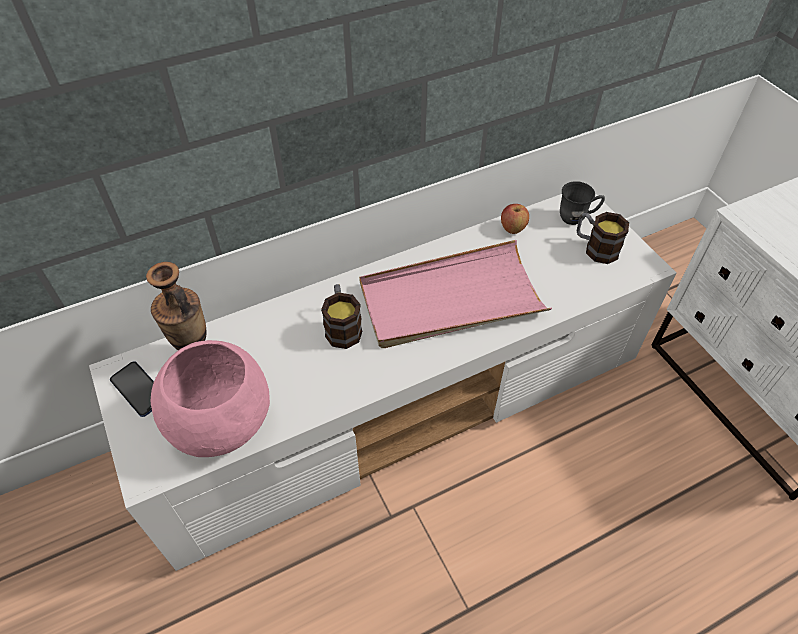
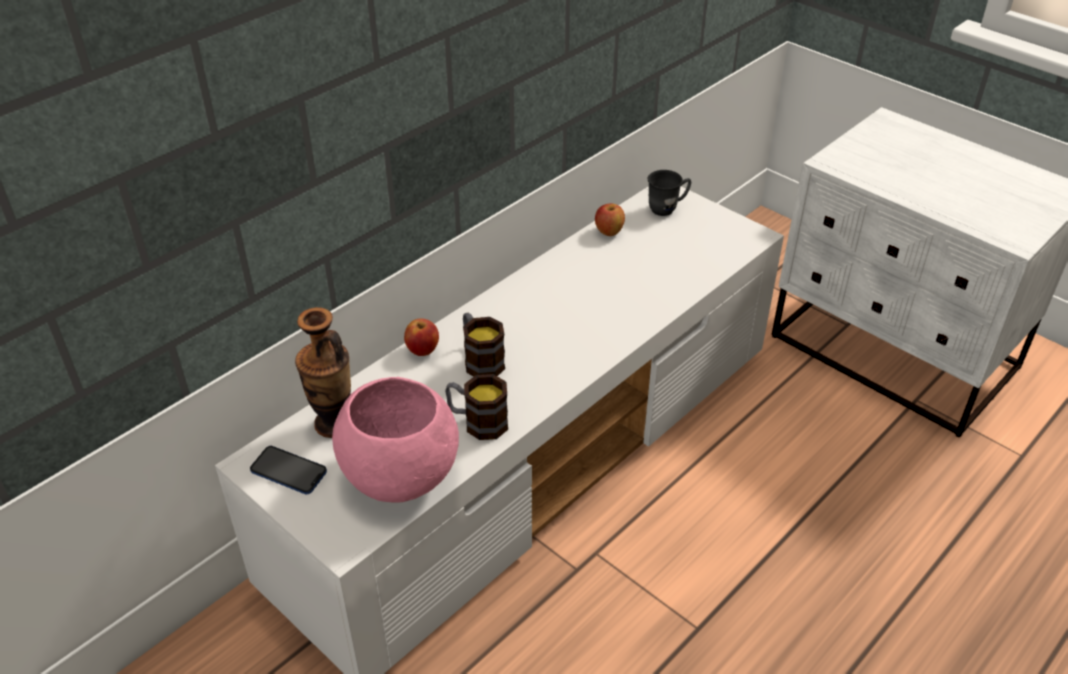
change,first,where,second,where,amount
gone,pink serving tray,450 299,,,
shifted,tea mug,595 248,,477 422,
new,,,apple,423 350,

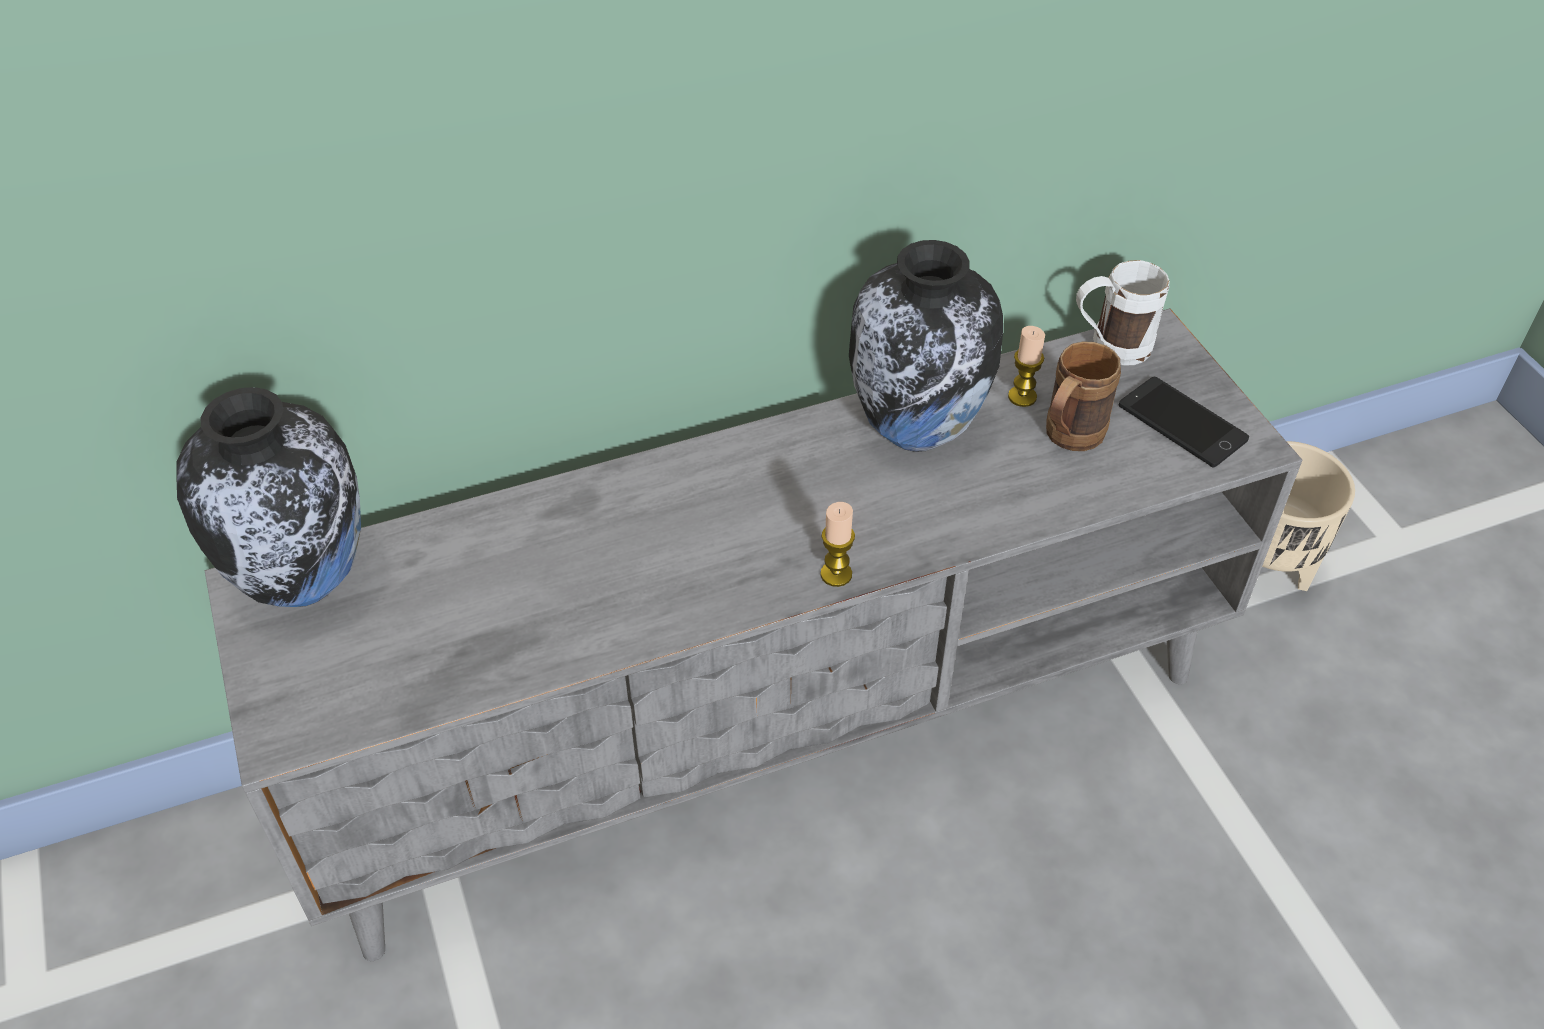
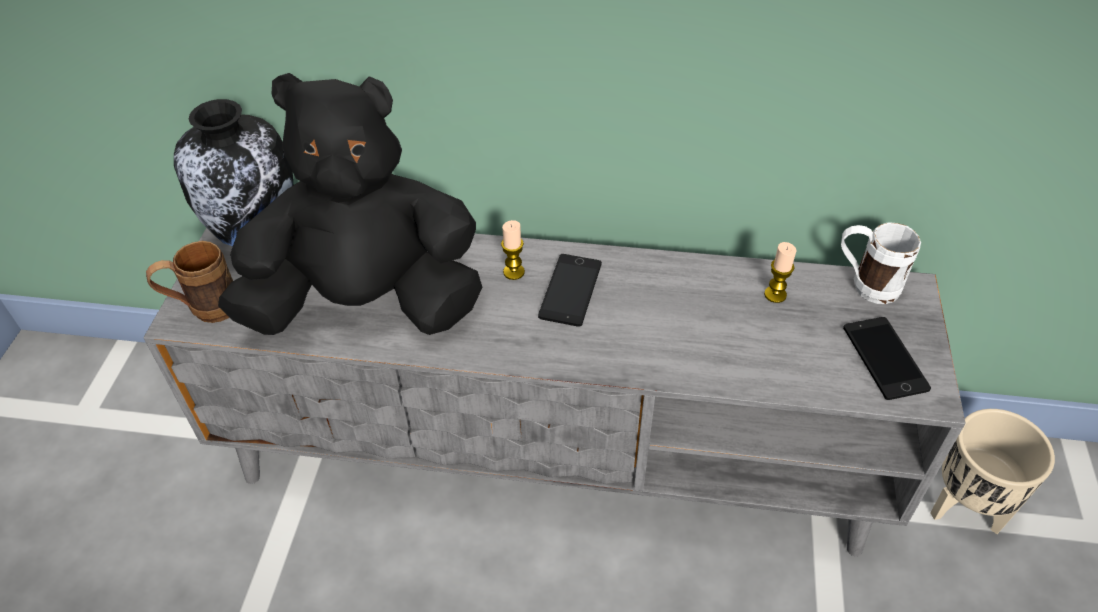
change,first,where,second,where,amount
shifted,wax light,836 574,,514 272,
gone,decorative vase,917 432,,,
shifted,brownish tea mug,1067 440,,204 310,
new,,,black cuddly toy,368 304,
new,,,phone,570 290,

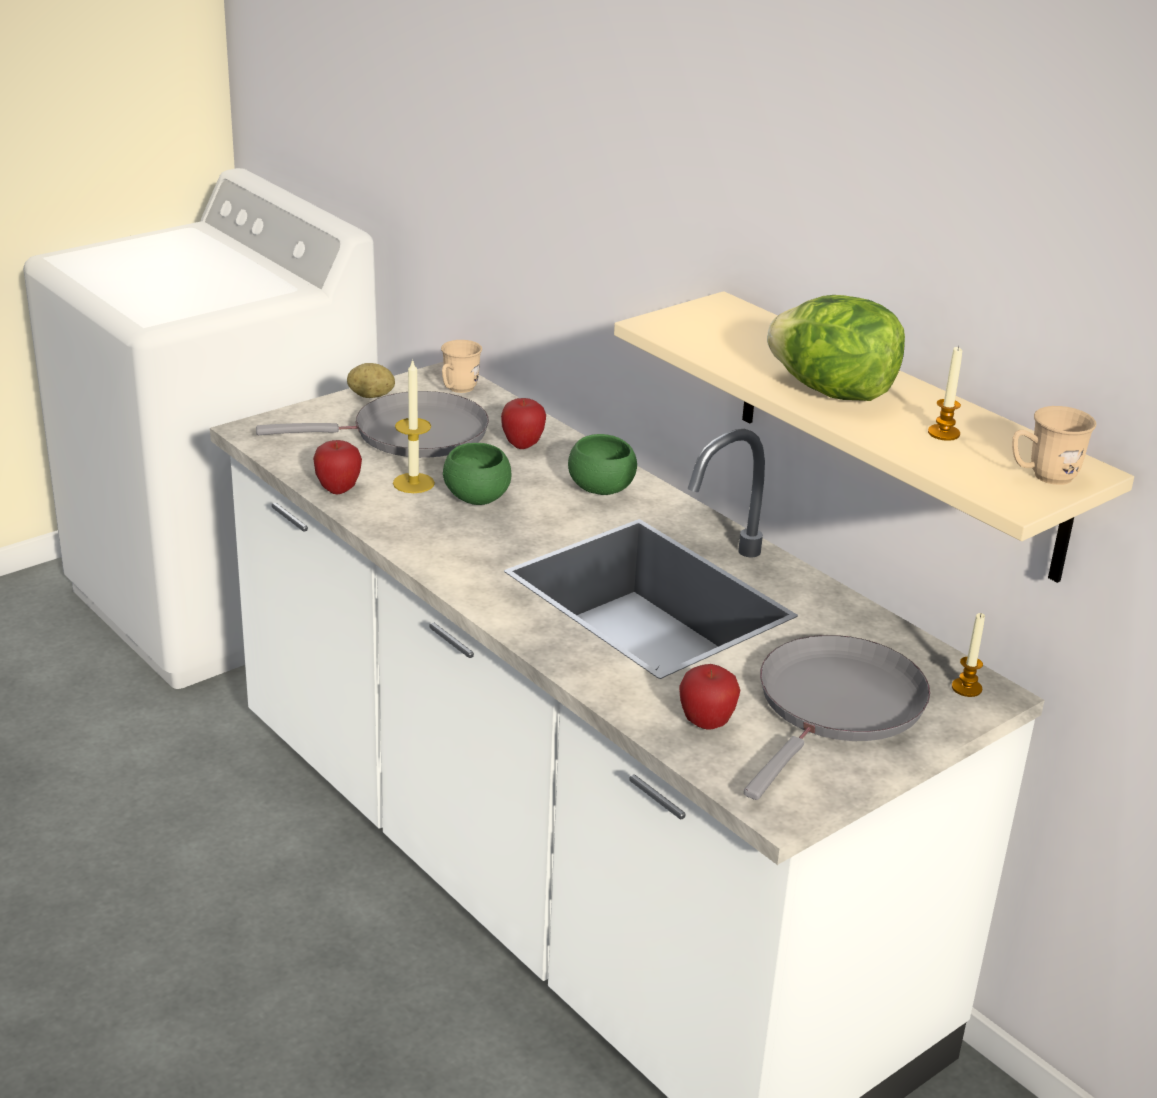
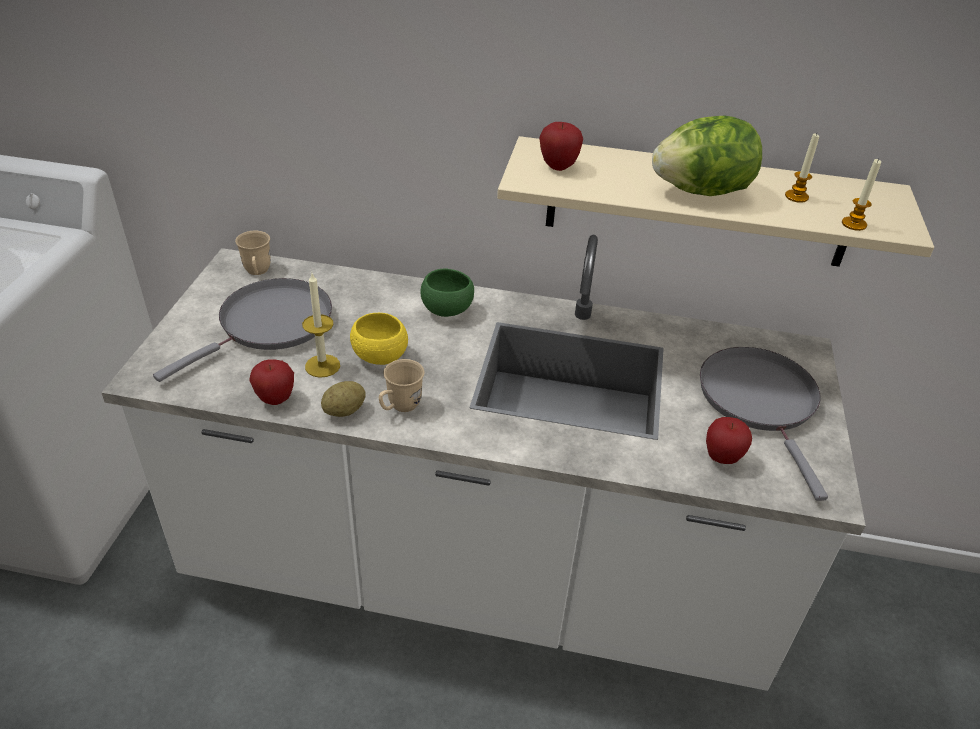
change,first,where,second,where,amount
shifted,potato,371 396,,344 411,
repainted,greenish serving bowl,477 498,yellowish serving bowl,380 357,
shifted,apple,523 445,,558 166,
shifted,wax light,966 688,,854 224,
shifted,beige tea mug,1043 476,,399 407,

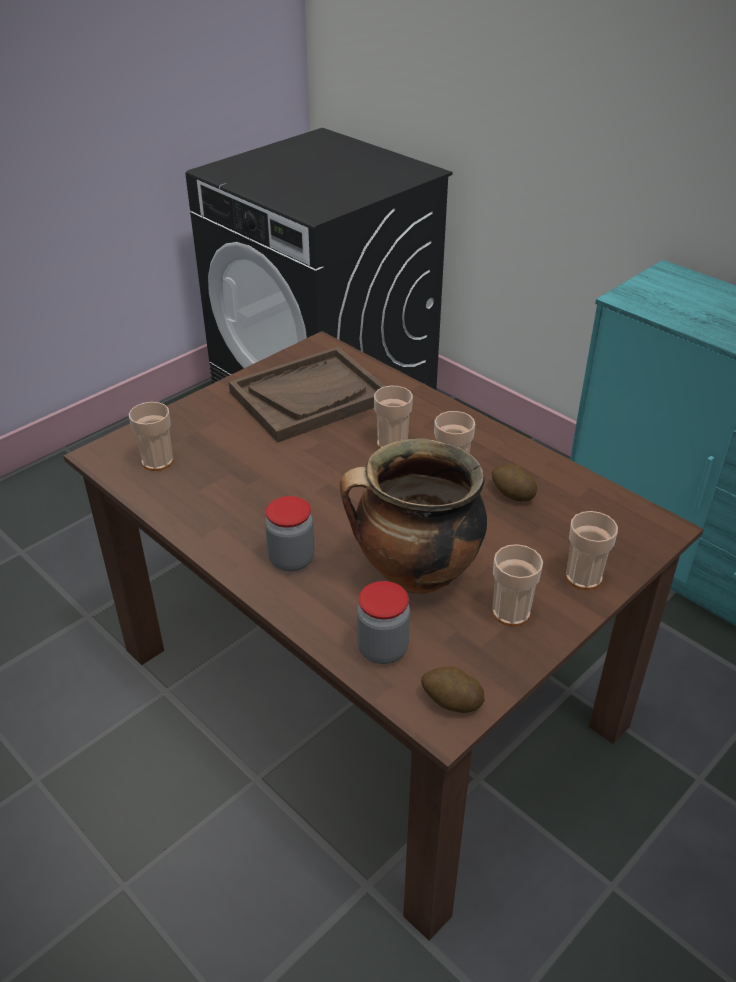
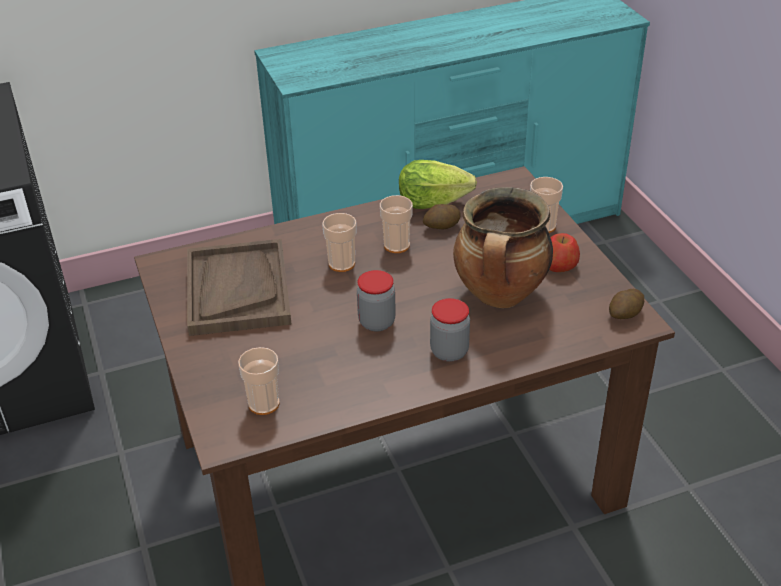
change,first,where,second,where,amount
shifted,jar,382 649,,377 322,
swapped,drinking cup,511 612,apple,559 266,
new,,,head of lettuce,432 202,

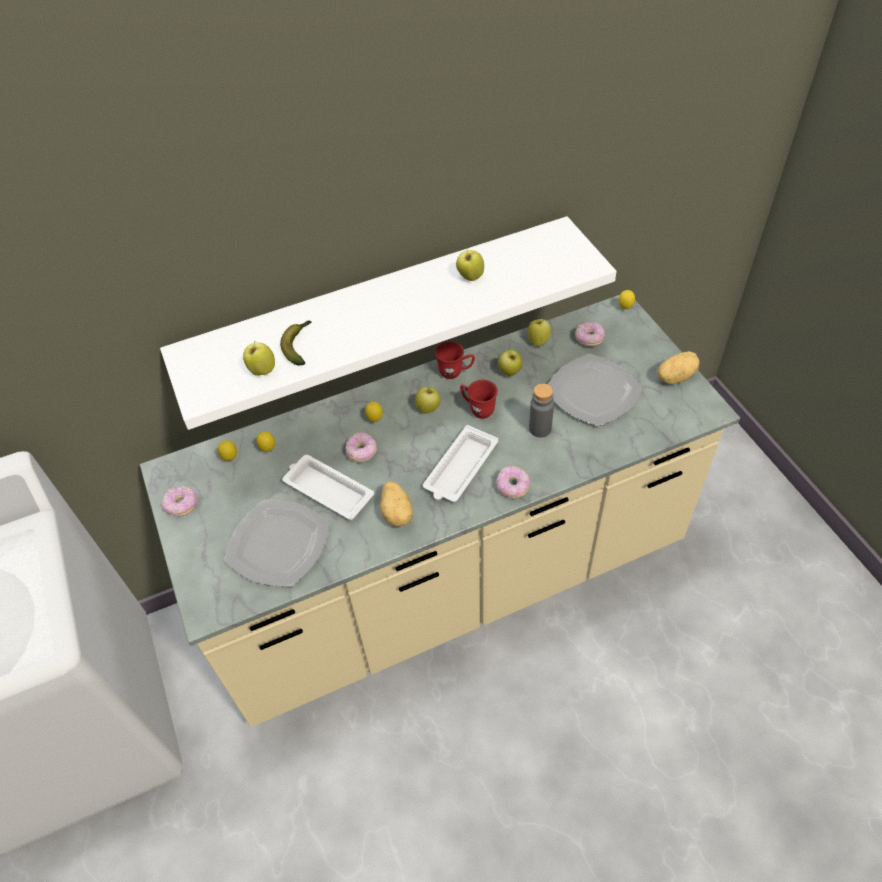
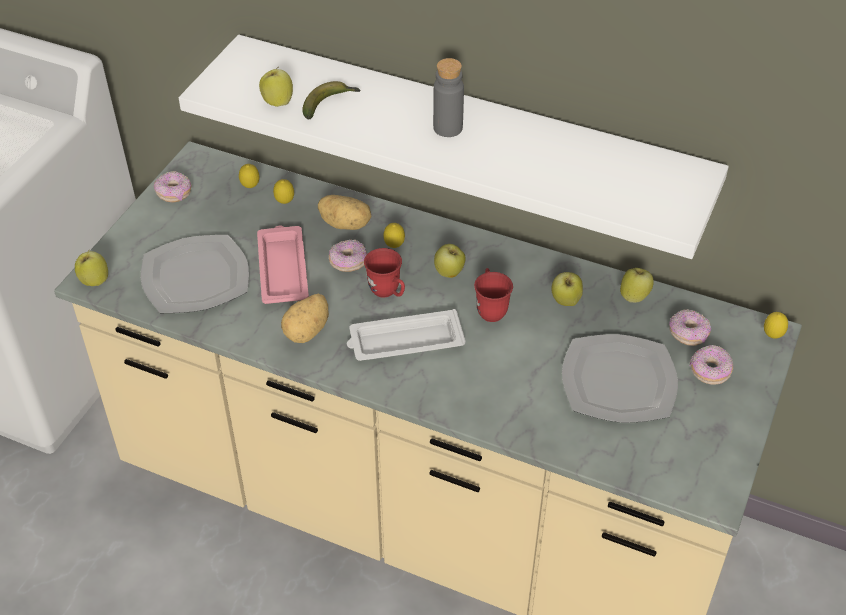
change,first,where,second,where,amount
repainted,white serving tray,327 490,pink serving tray,283 268,
shifted,red-coloured tea mug,455 372,,388 293,
shifted,apple,470 277,,94 281,
shifted,doughnut,512 487,,709 371,
shifted,grey bottle,540 428,,448 128,
shifted,potato,674 376,,346 224,

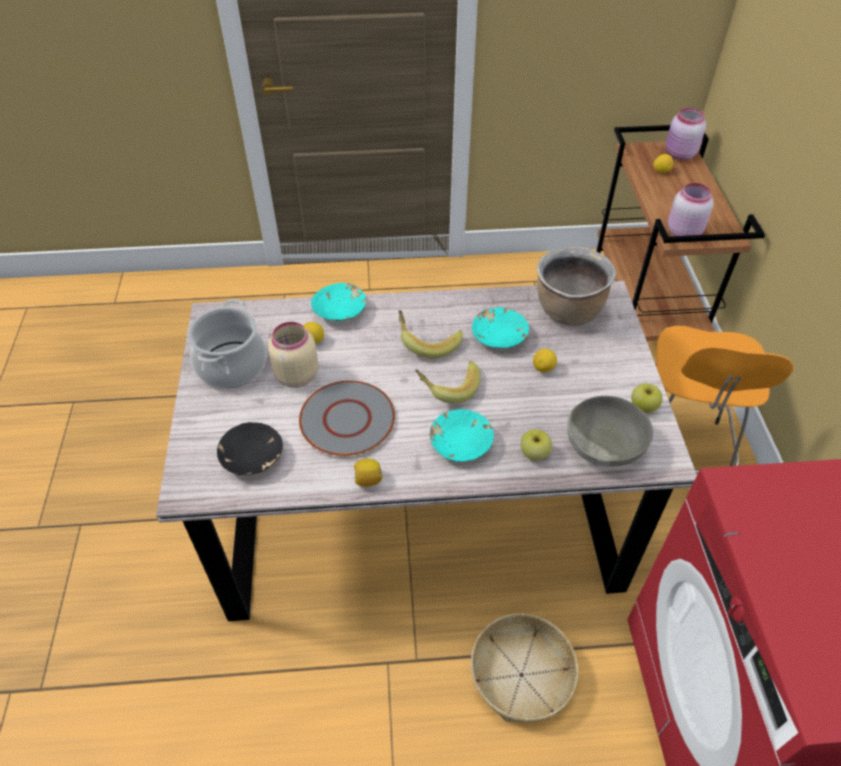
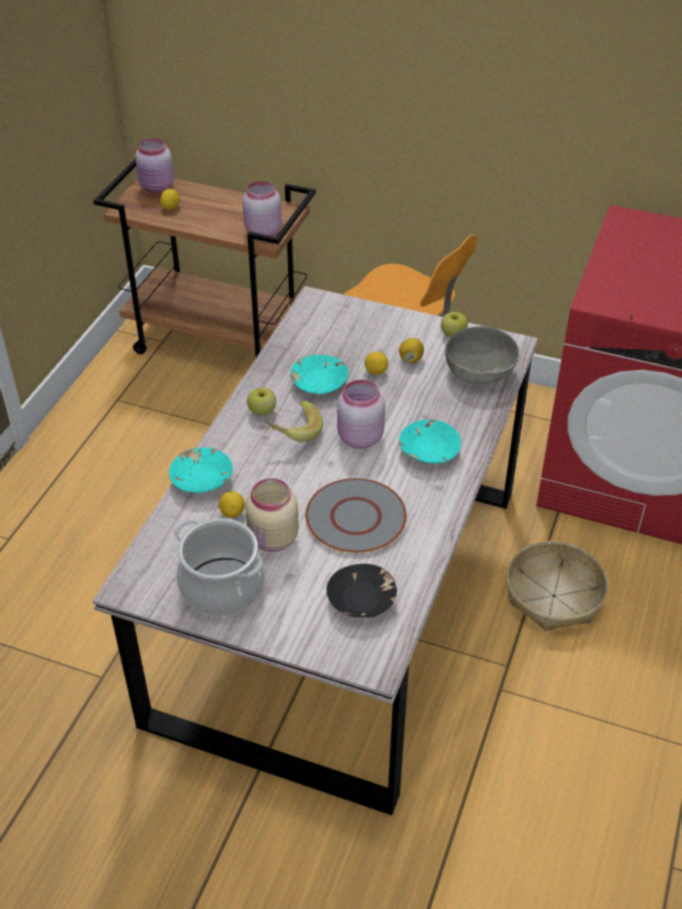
change,first,where,second,where,amount
shifted,citrus fruit,368 480,,411 359,
swapped,whole banana,447 387,pink jar,359 438,
shifted,apple,534 453,,262 411,
gone,brownish cooking pot,568 311,,,

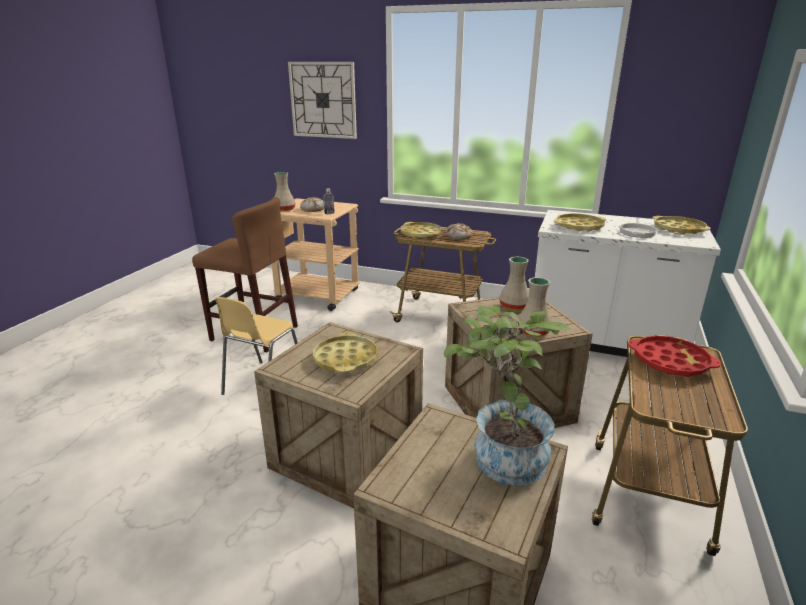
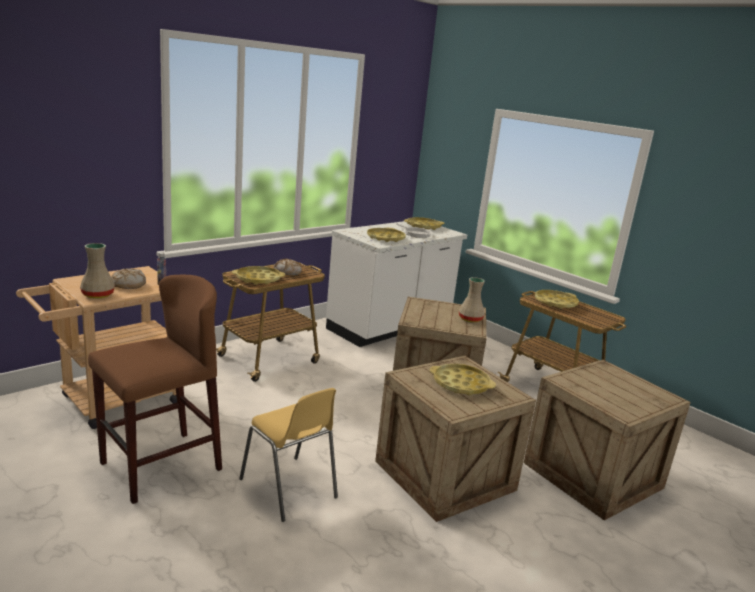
change,first,where,second,where,amount
gone,clock on the wall,323 100,,,
gone,houseplant,500 454,,,
gone,beige decorative vase,514 307,,,
repainted,red-coloured serving tray,670 361,yellowish serving tray,555 303,

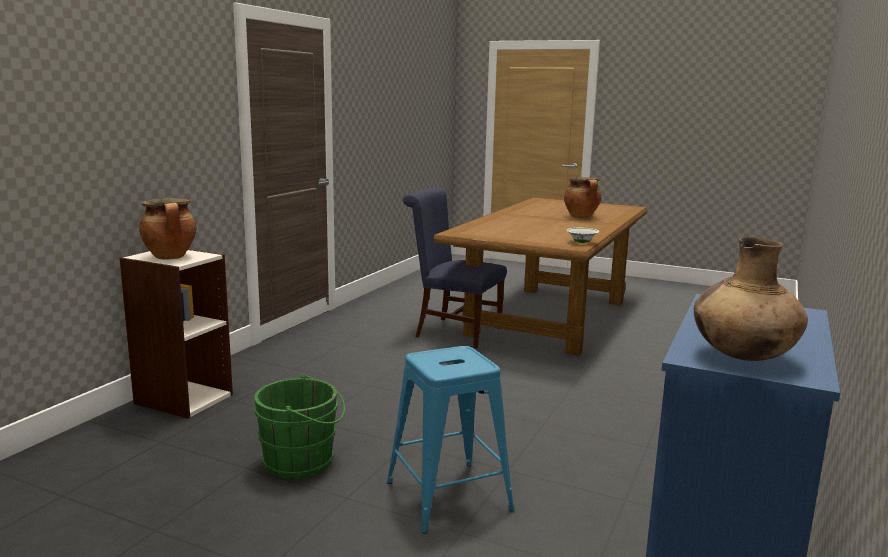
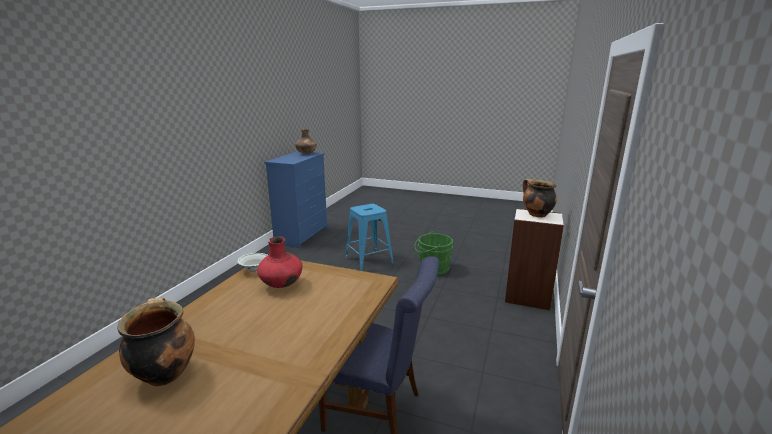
change,first,where,second,where,amount
new,,,red-coloured decorative vase,281 284,

